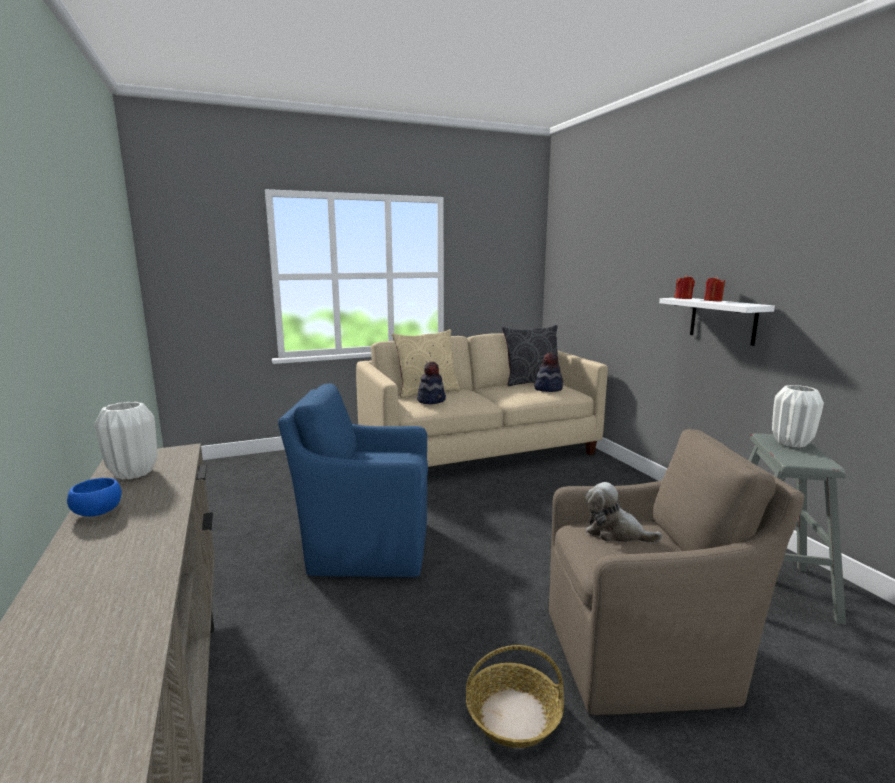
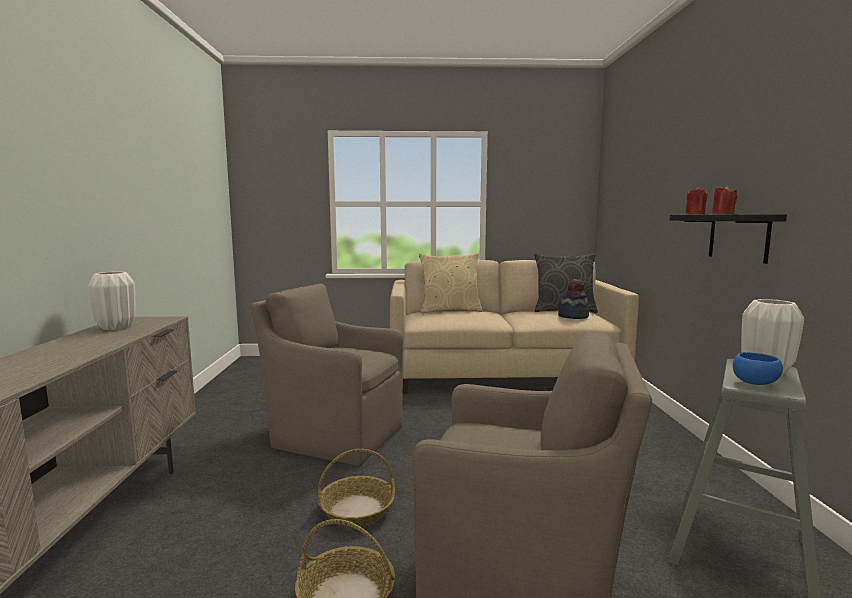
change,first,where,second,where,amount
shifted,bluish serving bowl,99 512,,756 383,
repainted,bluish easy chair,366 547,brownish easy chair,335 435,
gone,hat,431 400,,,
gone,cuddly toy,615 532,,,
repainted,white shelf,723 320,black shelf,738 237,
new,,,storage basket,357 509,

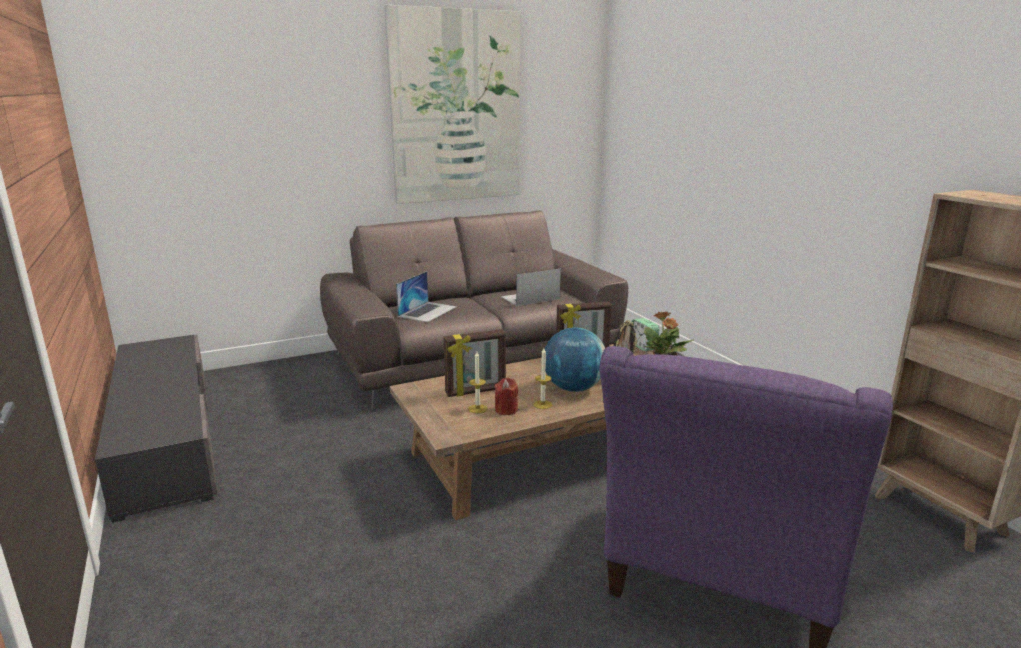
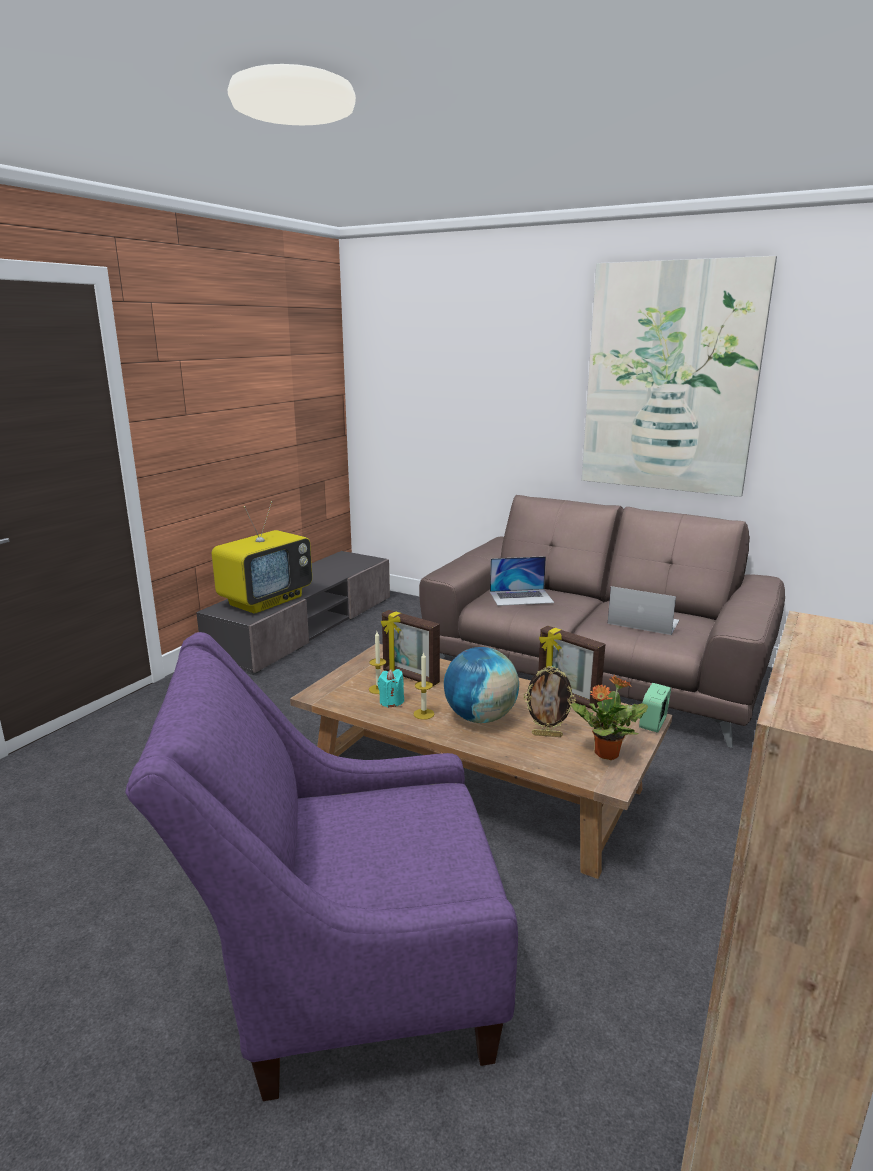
change,first,where,second,where,amount
repainted,red-coloured wax light,506 410,turquoise wax light,391 701,
new,,,television,266 600,

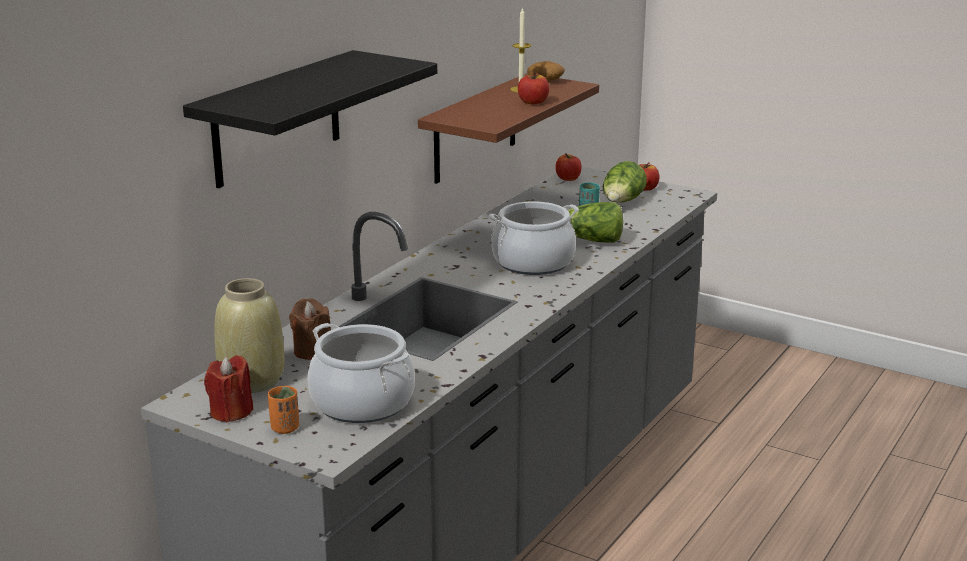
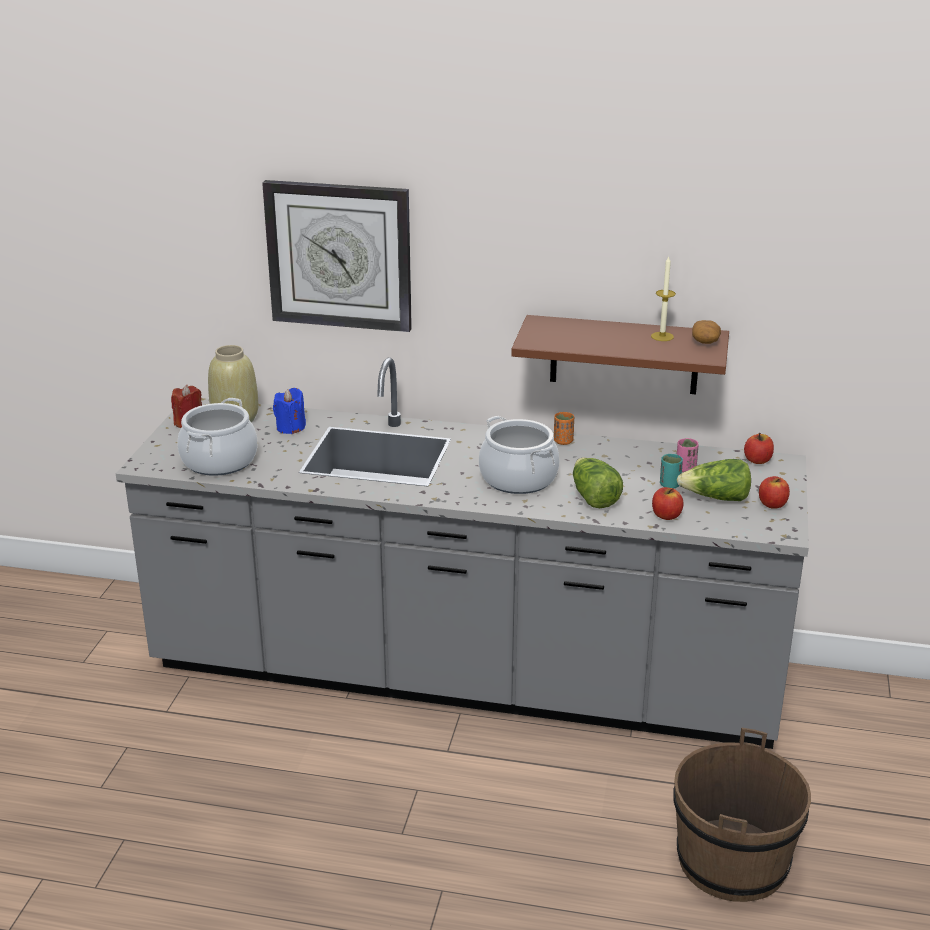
change,first,where,second,where,amount
swapped,black shelf,277 119,clock on the wall,339 255,
shifted,orange drinking cup,285 428,,563 441,
repainted,brownish wax light,312 351,bluish wax light,290 427,
shifted,apple,533 102,,666 515,
new,,,brownish pail,732 862,
new,,,pink drinking cup,685 469,

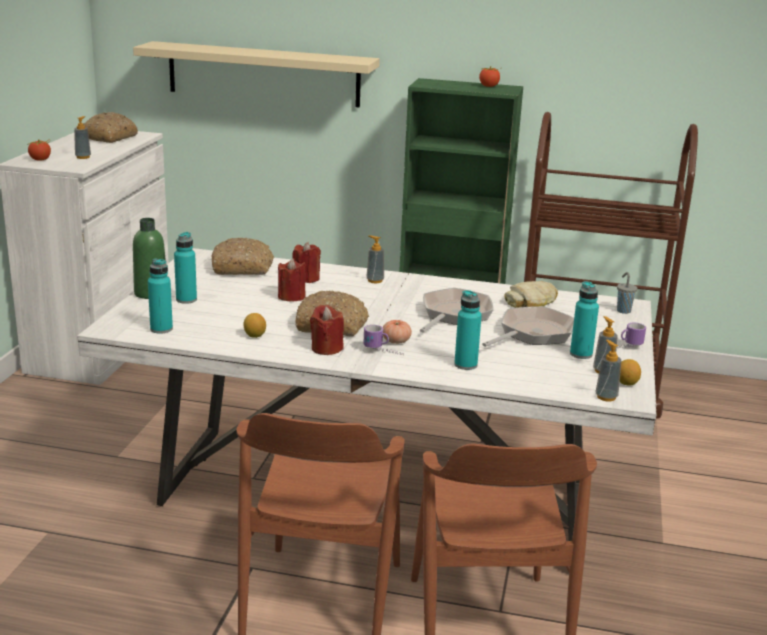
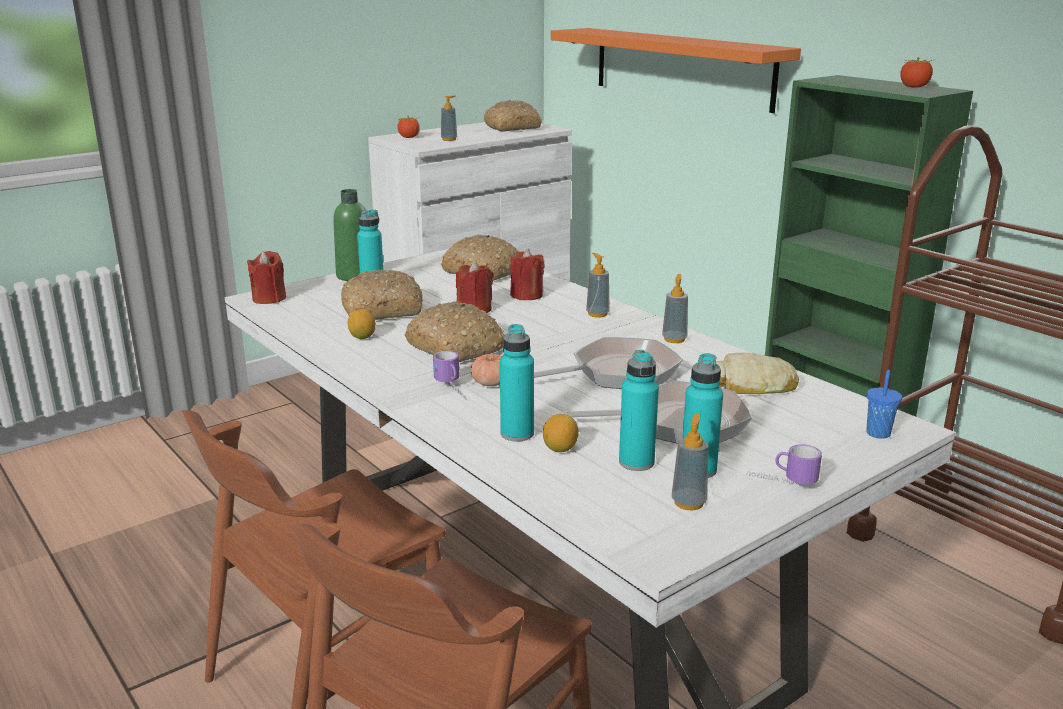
change,first,where,second,where,amount
repainted,beige shelf,263 74,orange shelf,681 67,
shifted,turquoise bottle,161 329,,636 462,
shifted,red-coloured wax light,326 348,,269 298,
shifted,soap dispenser,606 397,,674 339,
repainted,grey drinking cup,623 310,bluish drinking cup,878 433,
shifted,citrus fruit,626 383,,560 449,
new,,,baked bread,383 310,

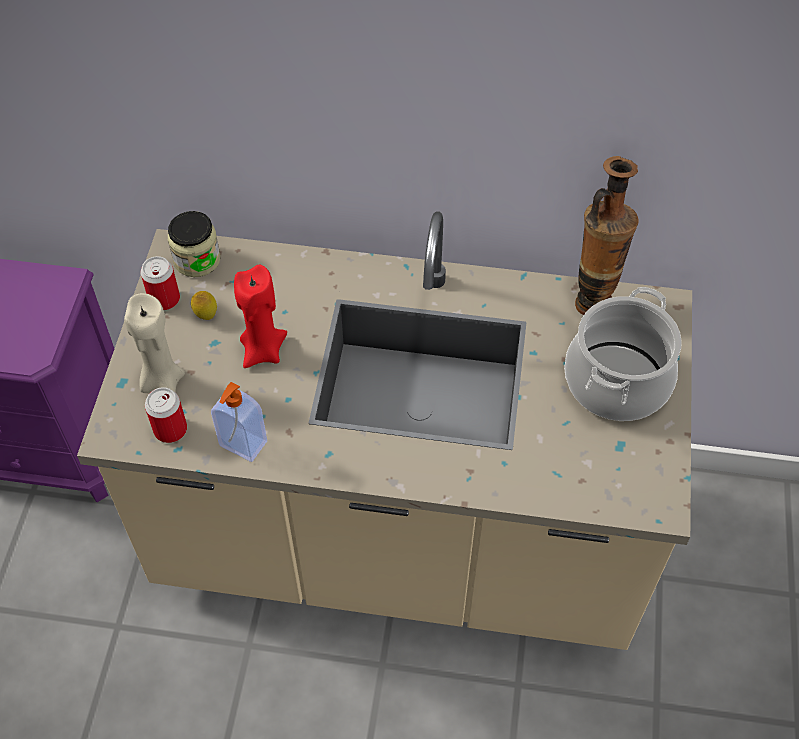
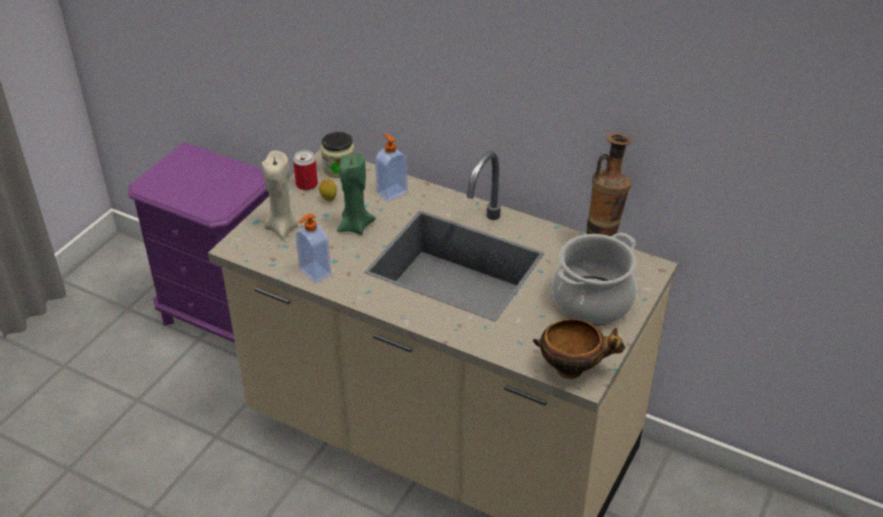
change,first,where,second,where,amount
gone,metal can,170 429,,,
repainted,red-coloured wax light,263 351,greenish wax light,355 226,
new,,,soap dispenser,391 192,
new,,,serving bowl,573 369,

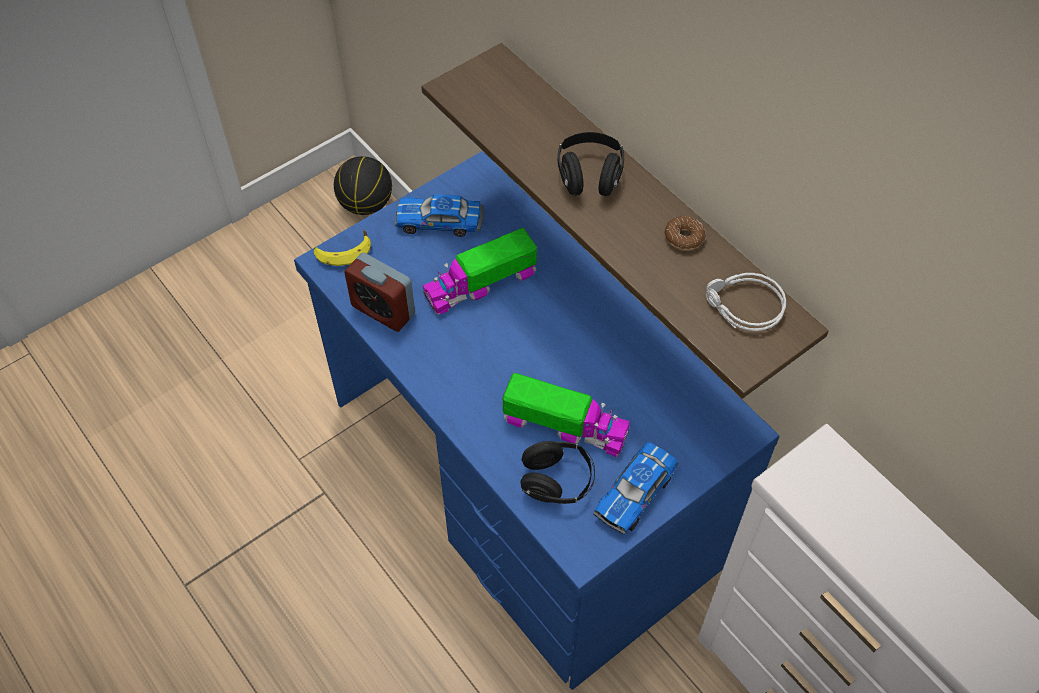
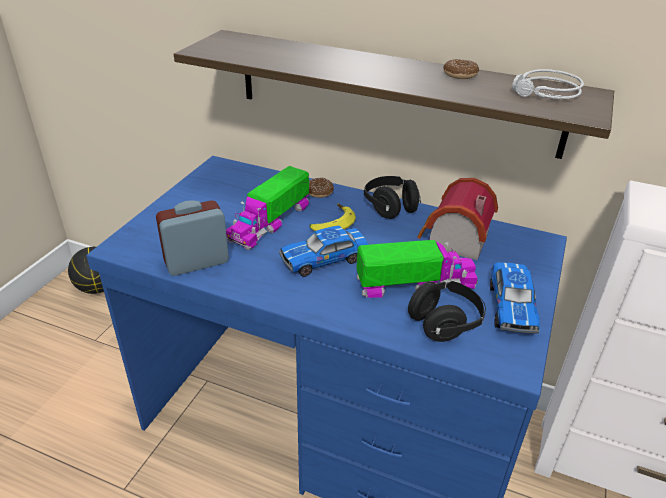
change,first,where,second,where,amount
shifted,whole banana,343 250,,331 224,
rotated,table clock,383 310,,196 262,150 degrees clockwise
shifted,model car,440 222,,325 259,
shifted,black headphones,589 176,,390 207,
new,,,doughnut,319 192,
new,,,miniature house,453 240,

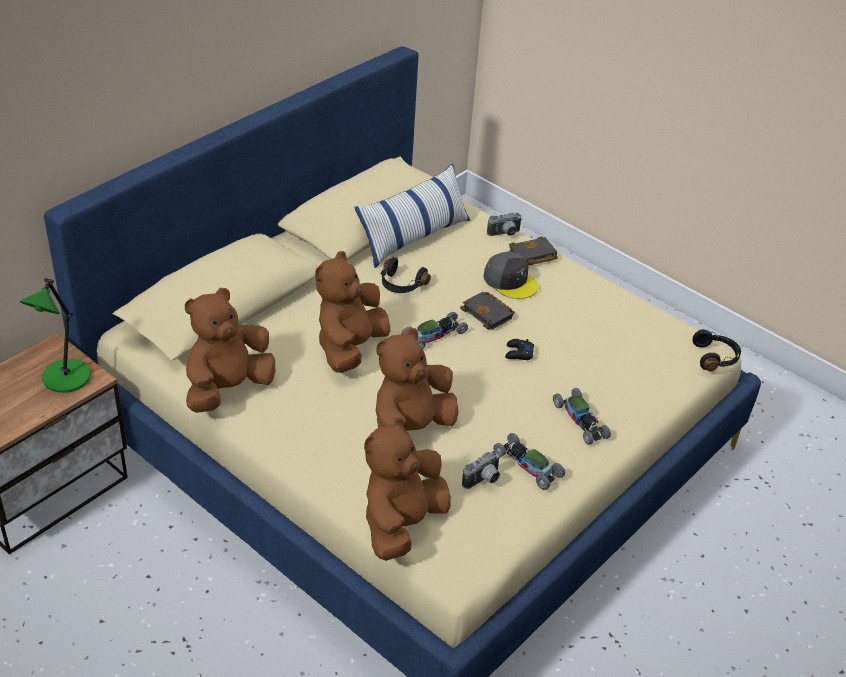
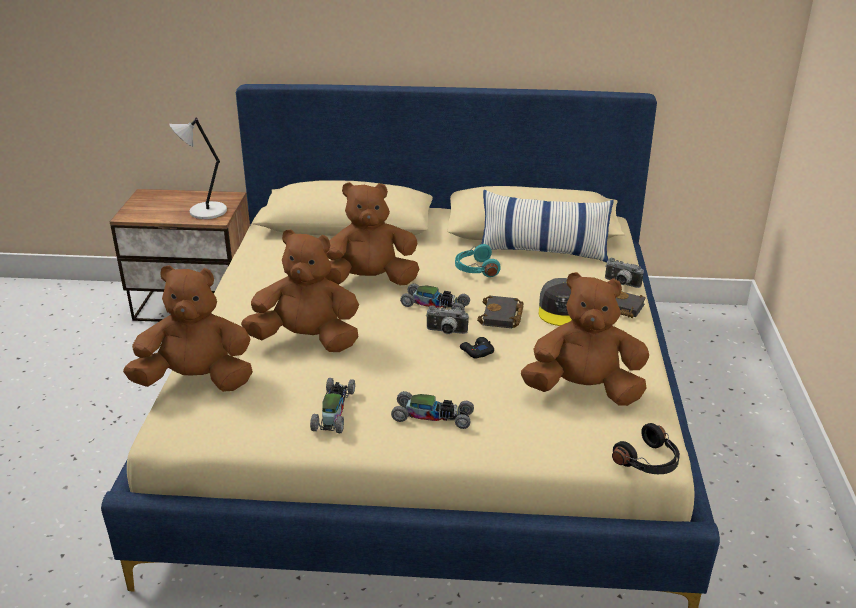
change,first,where,second,where,amount
repainted,greenish tabletop lamp,65 379,grey tabletop lamp,206 212,
shifted,brownish cuddly toy,227 389,,584 391,
repainted,black headphones,401 285,turquoise headphones,475 269,
shifted,still camera,483 480,,446 332,
rotated,model car,580 421,,432 416,105 degrees counterclockwise

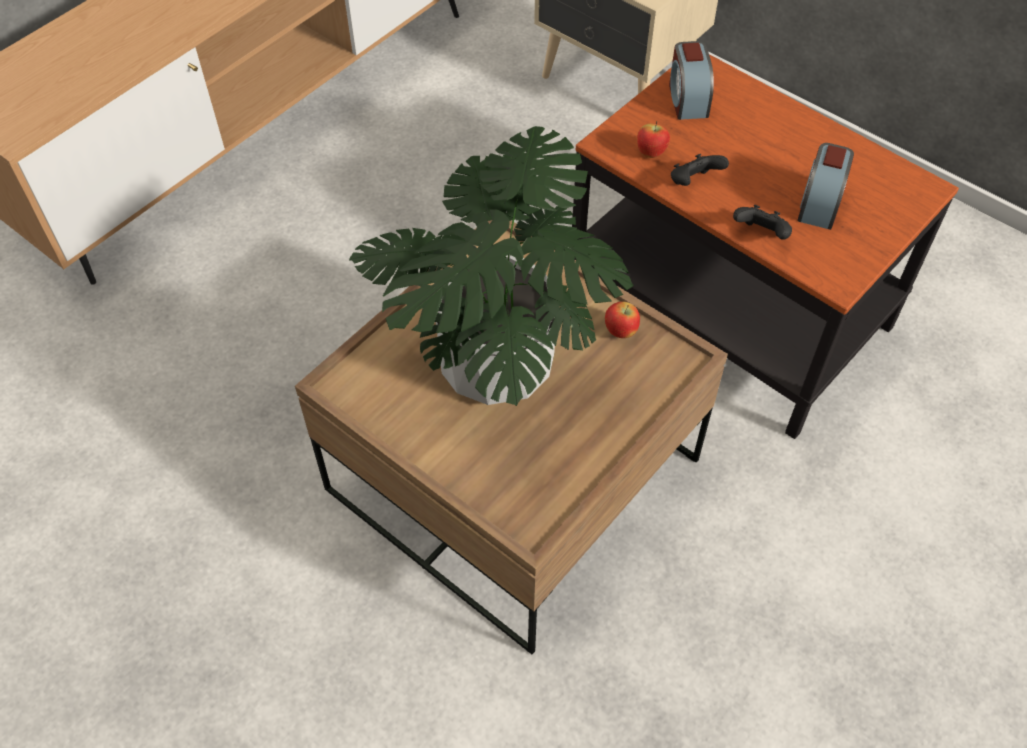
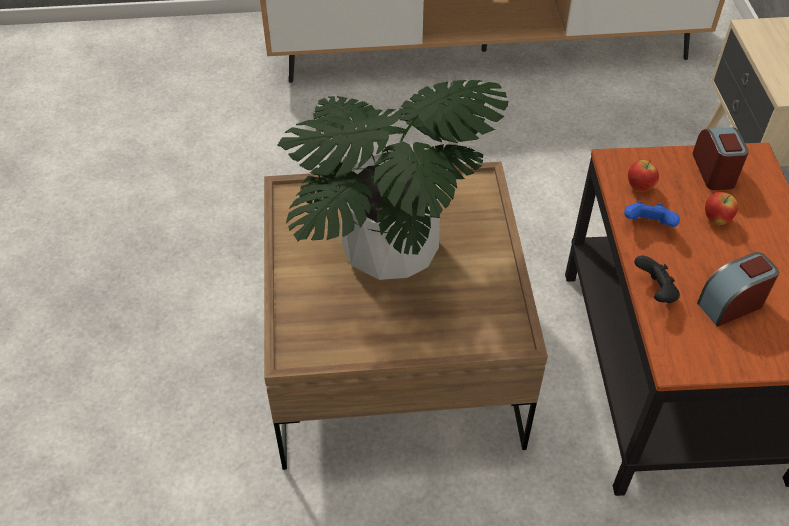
change,first,where,second,where,amount
shifted,apple,620 331,,716 219,
rotated,table clock,687 99,,714 171,135 degrees clockwise
repainted,black game controller,693 182,bluish game controller,647 225,

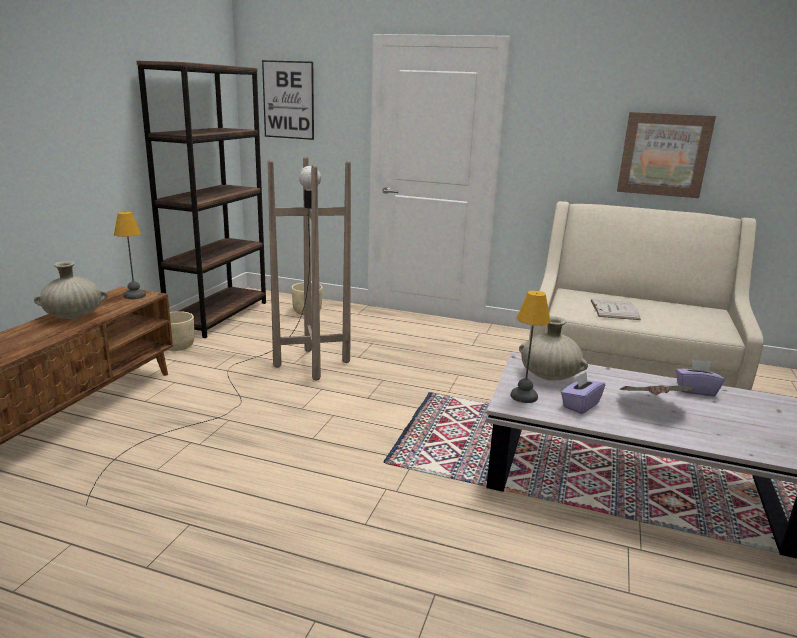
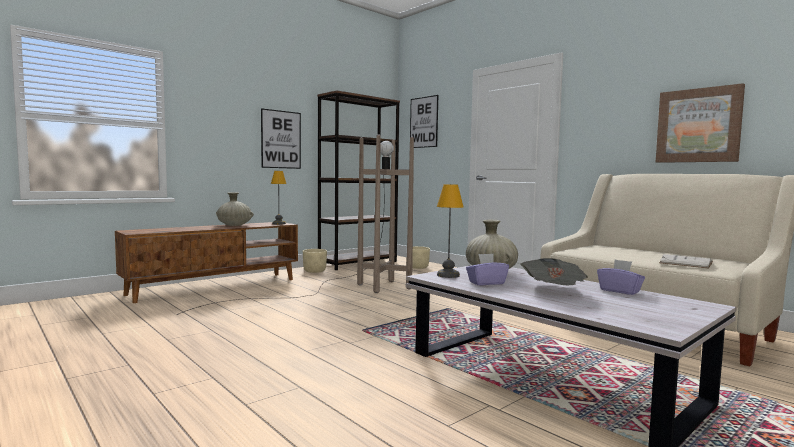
change,first,where,second,where,amount
shifted,white bound book,614 310,,686 262,
new,,,wall picture,281 139,

